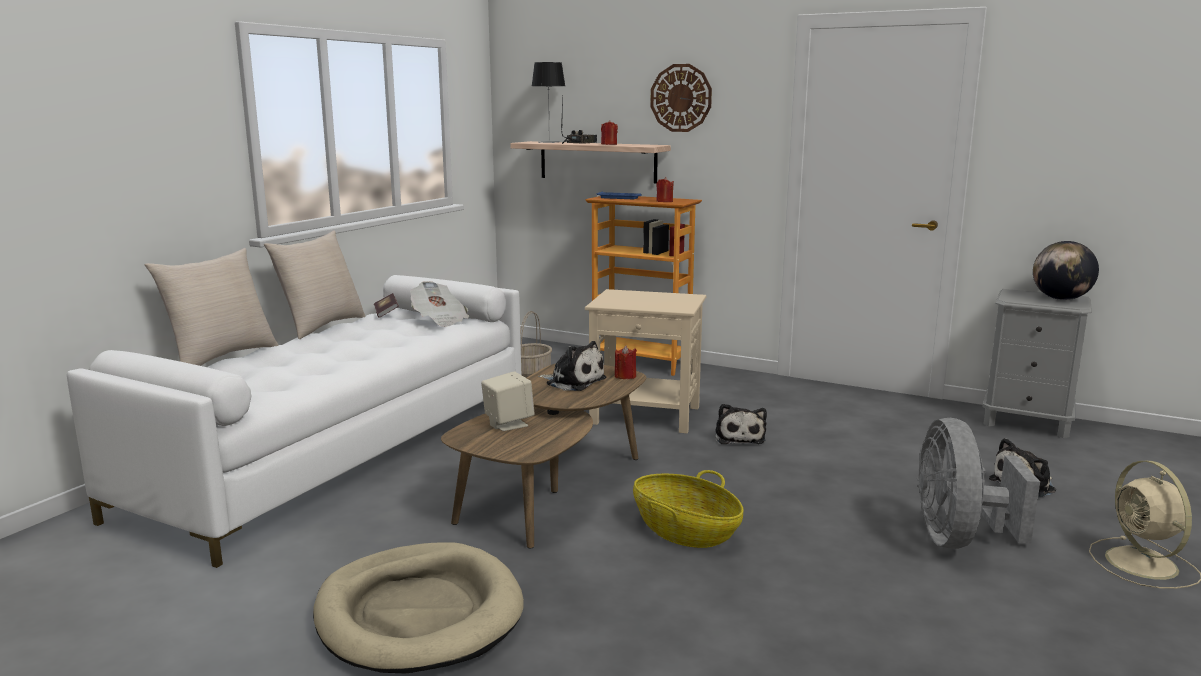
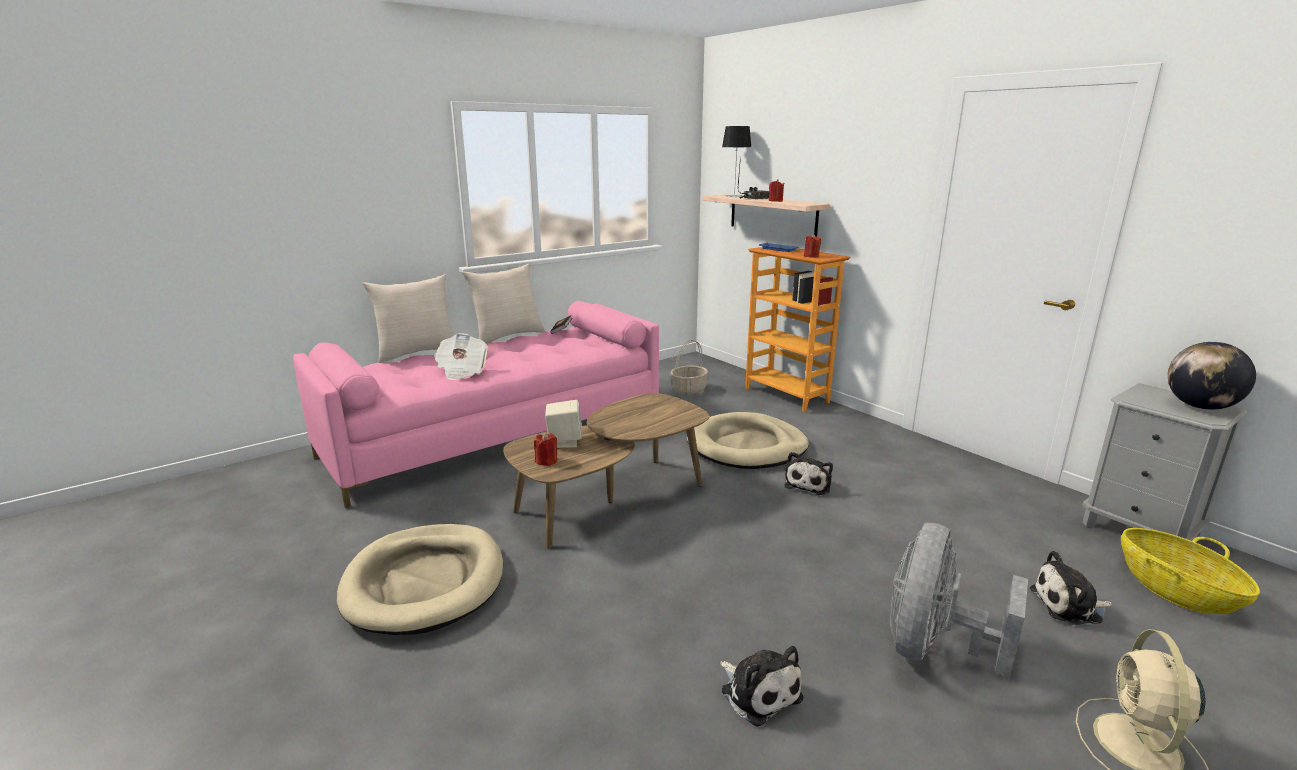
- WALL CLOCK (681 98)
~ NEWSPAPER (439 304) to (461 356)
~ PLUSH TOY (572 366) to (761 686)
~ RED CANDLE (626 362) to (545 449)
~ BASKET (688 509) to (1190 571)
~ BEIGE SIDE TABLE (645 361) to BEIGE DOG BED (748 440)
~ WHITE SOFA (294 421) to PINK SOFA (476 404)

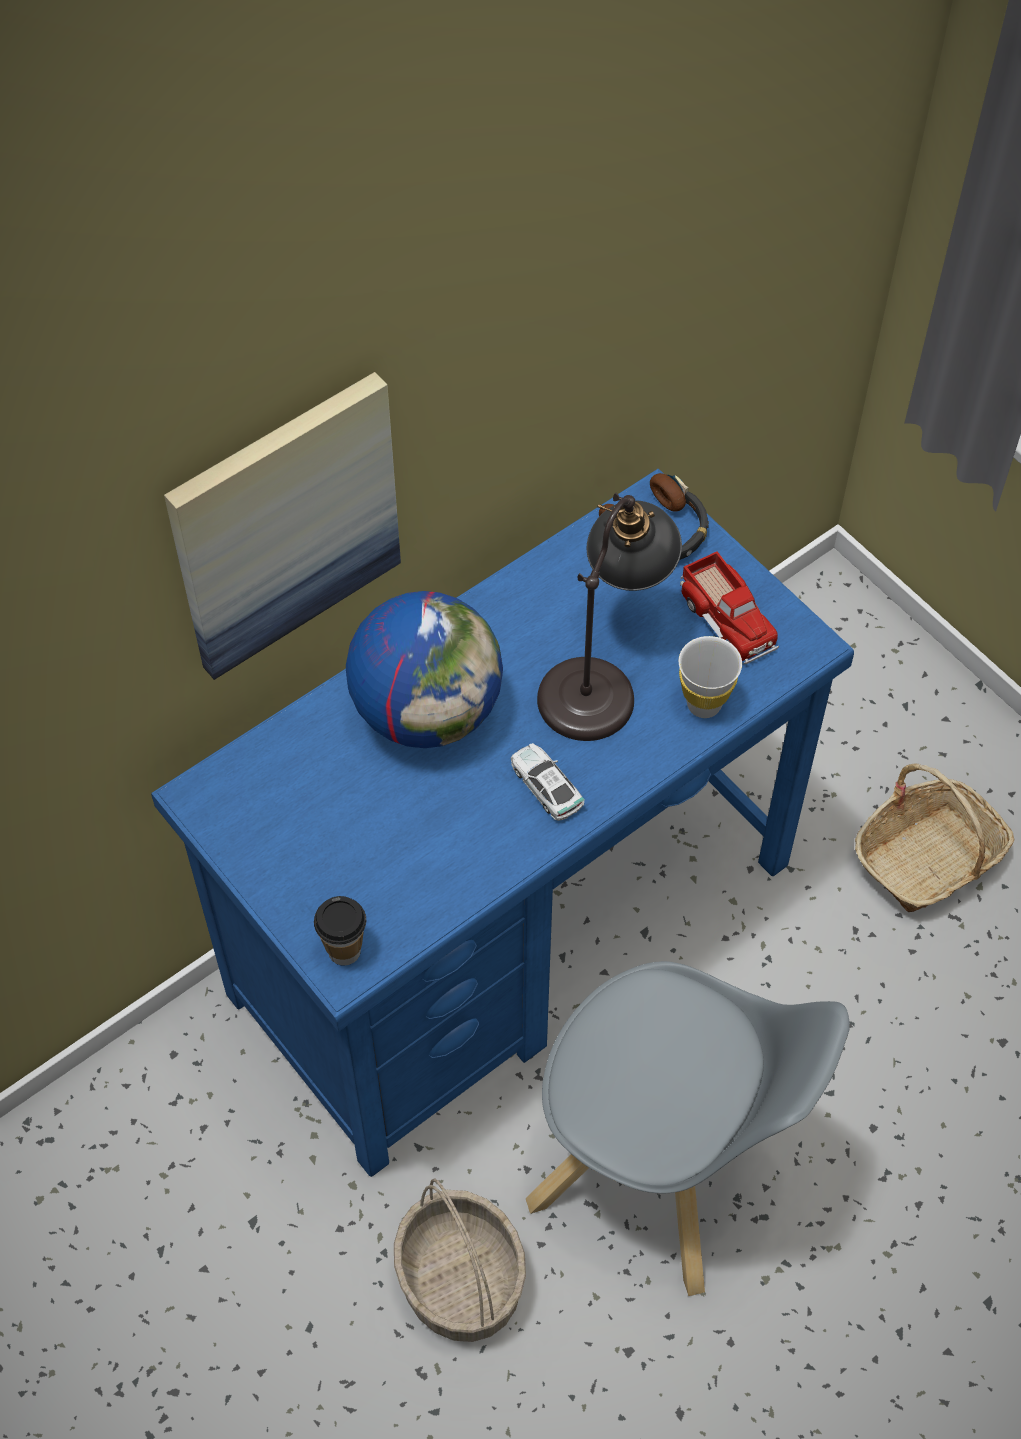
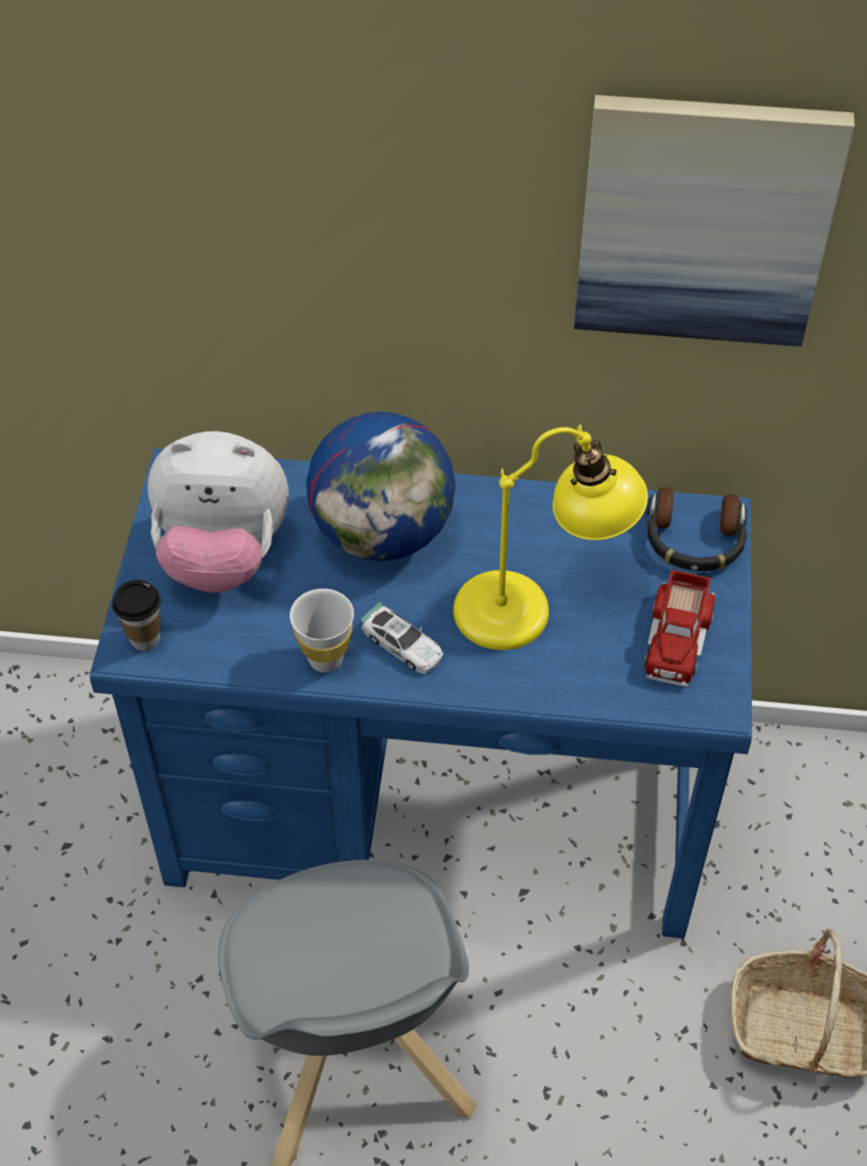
- BASKET (460 1260)
+ PLUSH TOY (218 512)
~ PICTURE (282 526) to (714 221)
~ WHITE CUP (710 677) to (322 631)
~ GREY TABLE LAMP (609 617) to YELLOW TABLE LAMP (550 537)
~ TOY CAR (548 782) = (402 638) 120 degrees clockwise

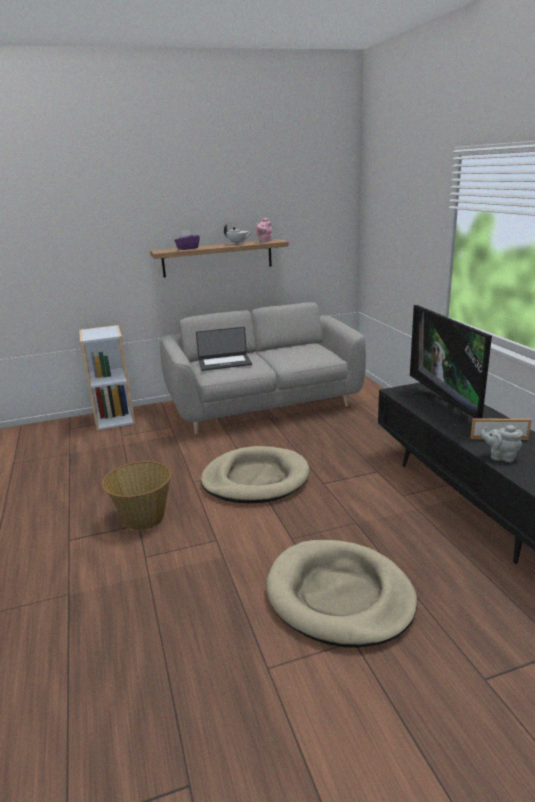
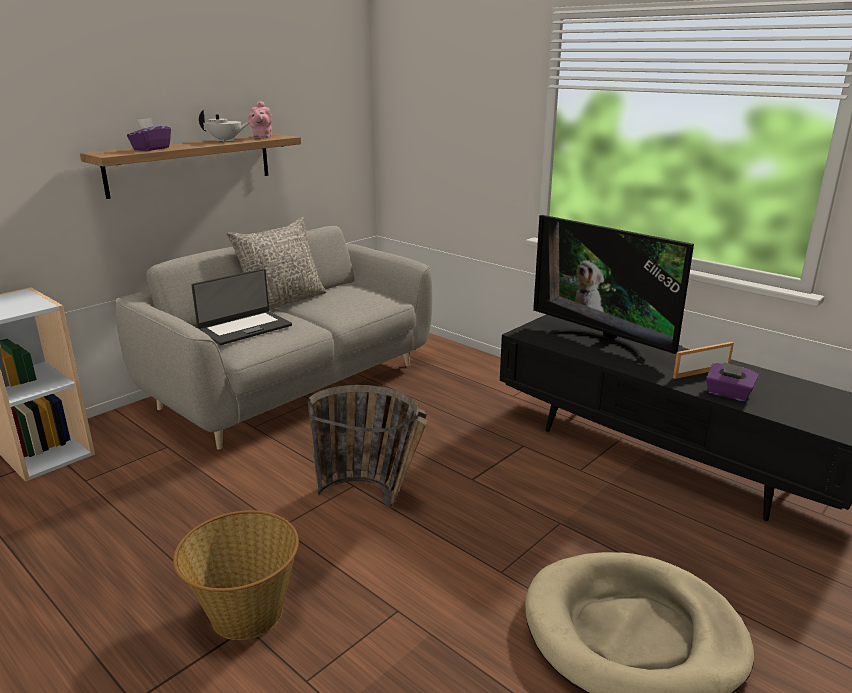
+ GREY PILLOW (277 263)
~ BEIGE DOG BED (255 474) to BASKET (367 447)
~ GREY TEAPOT (501 443) to PURPLE TISSUE BOX (732 382)

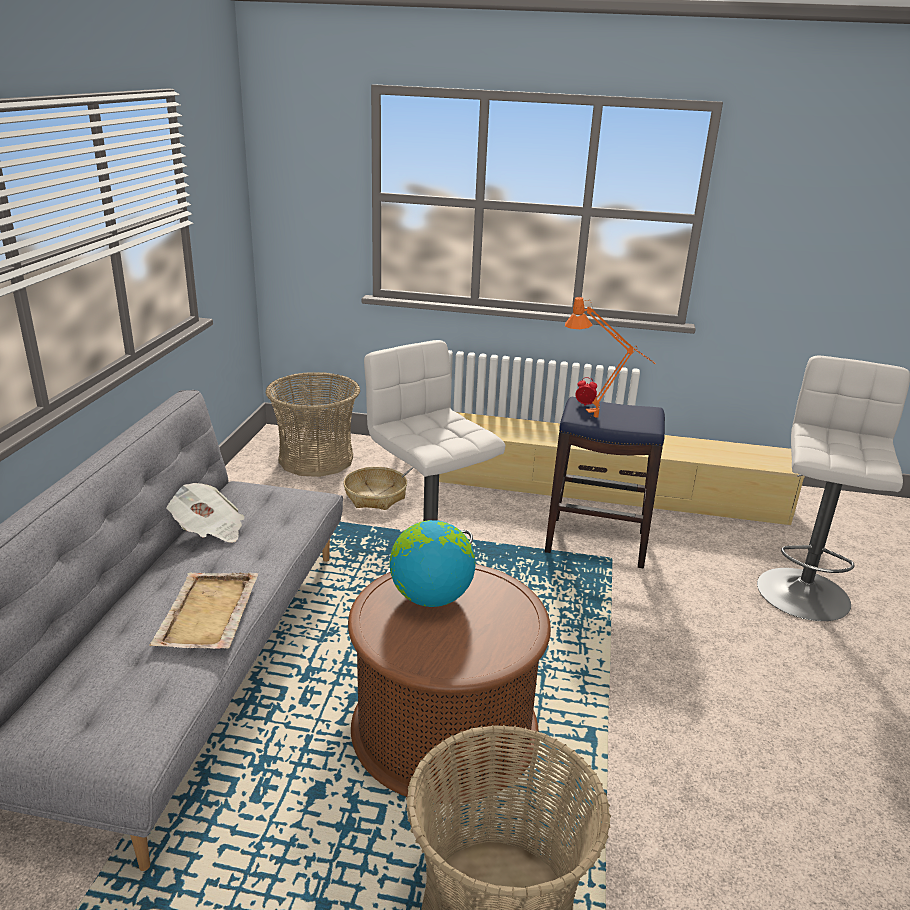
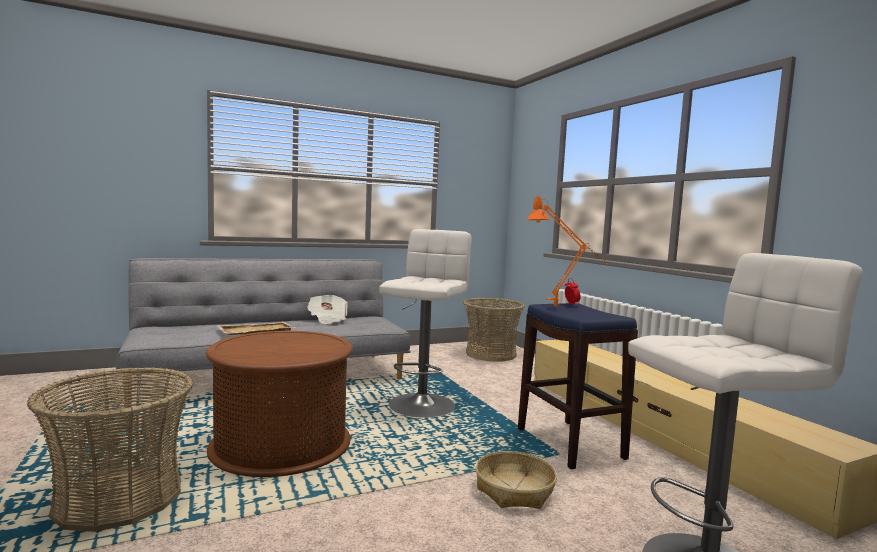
- GLOBE (432 563)
~ BASKET (375 488) to (516 480)

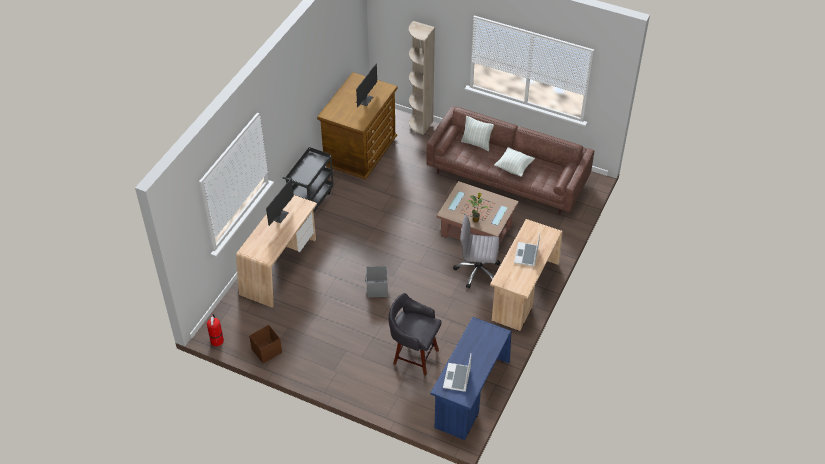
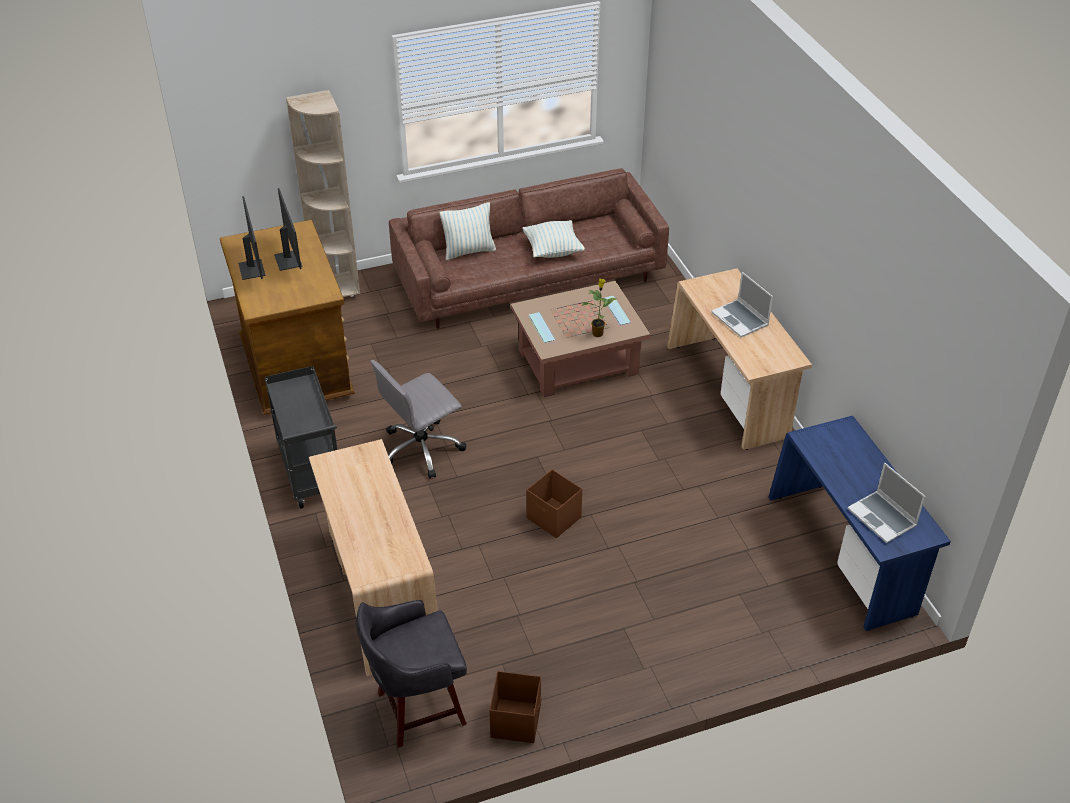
- FIRE EXTINGUISHER (215 329)
~ MONITOR (280 202) to (252 238)
~ GREY STOOL (414 334) to (411 674)
~ GREY OFFICE CHAIR (476 251) to (418 419)
~ GREY STORAGE BOX (376 282) to BROWN STORAGE BOX (554 503)

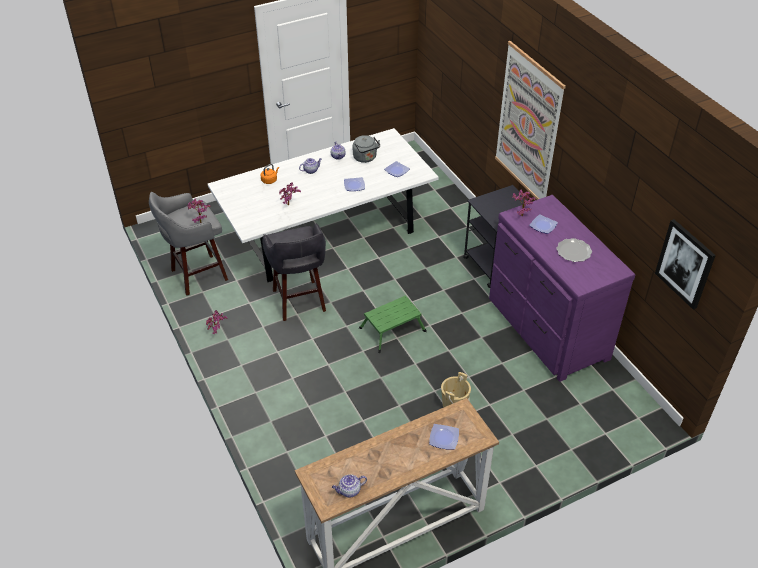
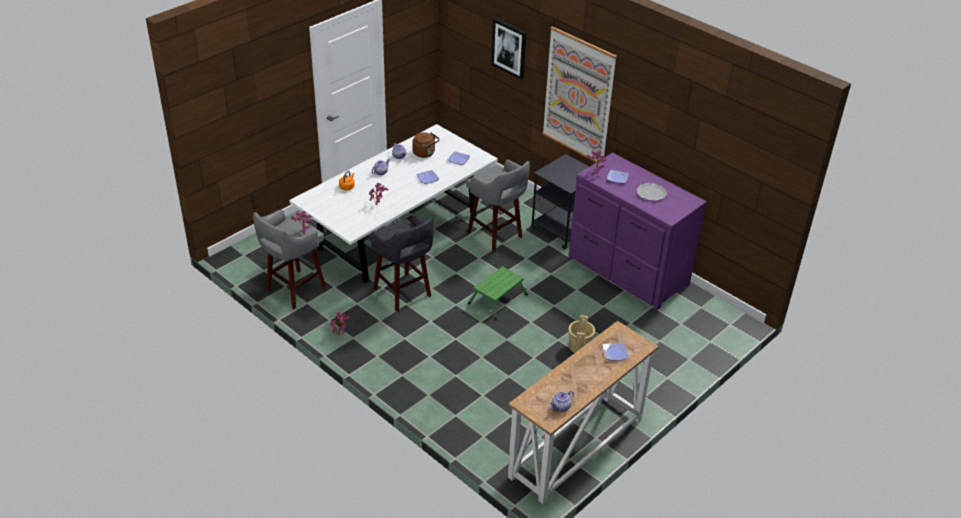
+ GREY STOOL (498 206)
~ PICTURE (685 264) to (509 49)
~ GREY KETTLE (366 149) to BROWN KETTLE (426 145)

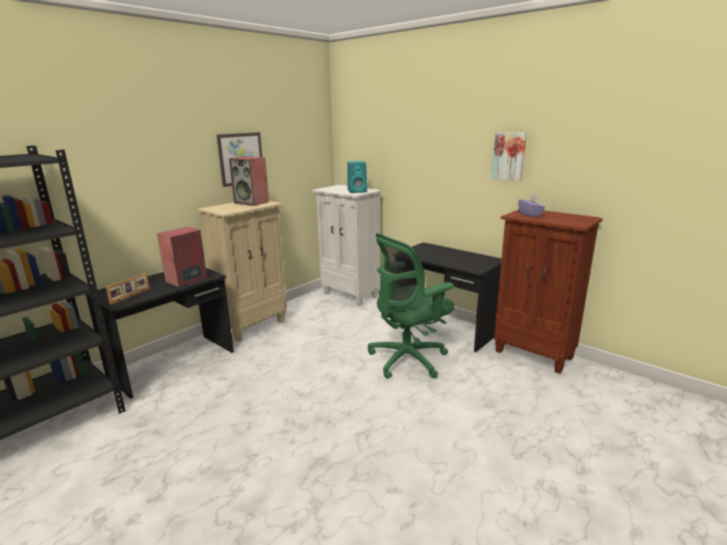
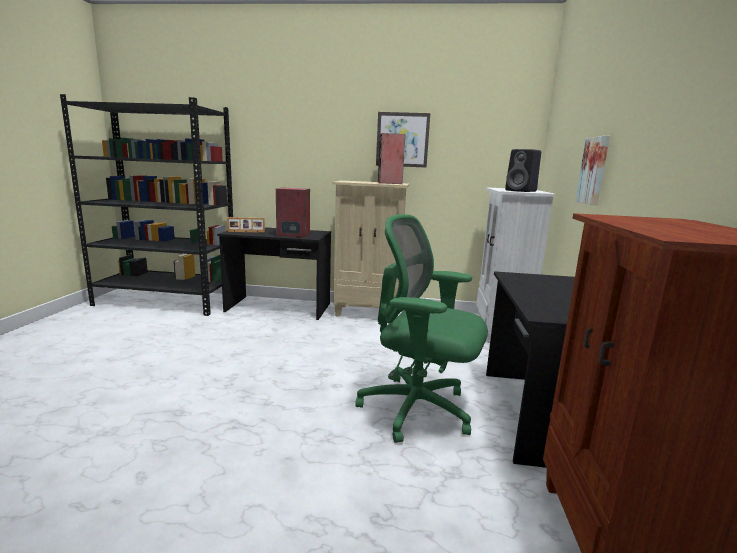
- PURPLE TISSUE BOX (531 206)
~ PICTURE (509 156) to (592 170)
~ TURQUOISE SPEAKER (357 177) to BLACK SPEAKER (523 170)

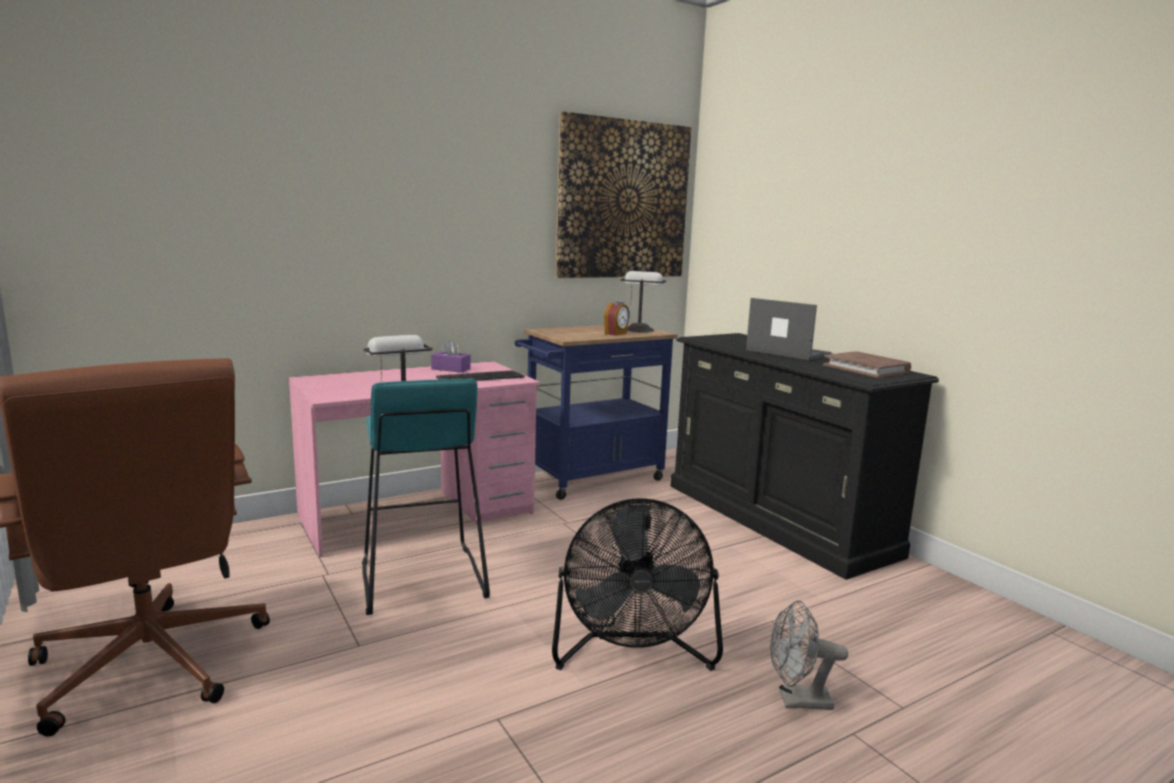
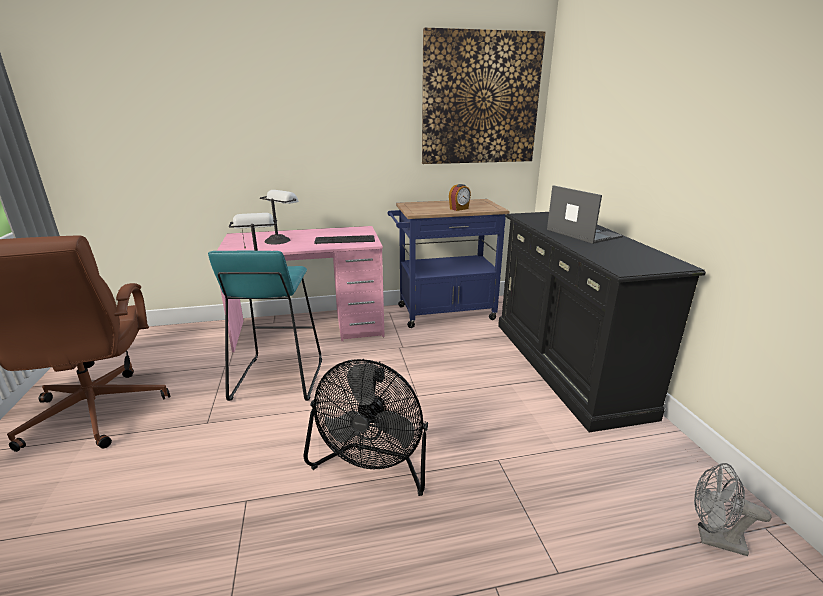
- PURPLE TISSUE BOX (451 356)
- BROWN BOOK (867 364)
~ TABLE LAMP (643 302) to (279 217)
~ GREY FAN (809 655) to (733 509)

